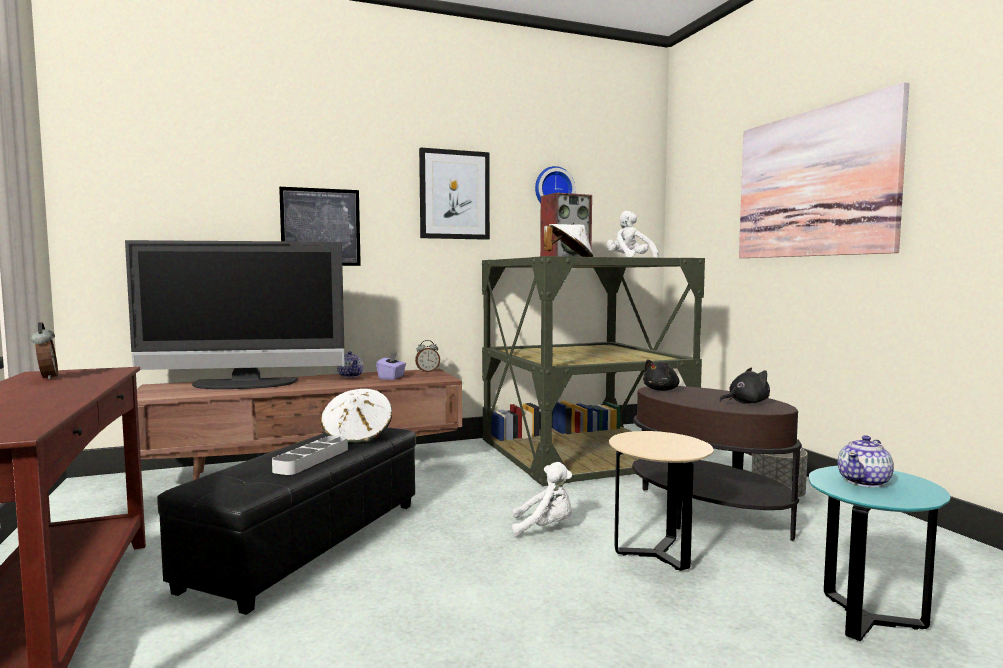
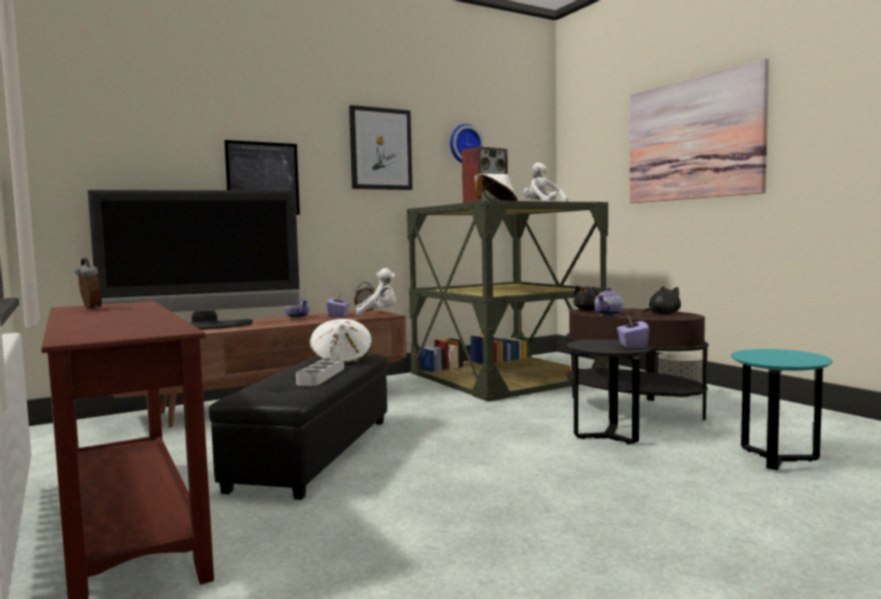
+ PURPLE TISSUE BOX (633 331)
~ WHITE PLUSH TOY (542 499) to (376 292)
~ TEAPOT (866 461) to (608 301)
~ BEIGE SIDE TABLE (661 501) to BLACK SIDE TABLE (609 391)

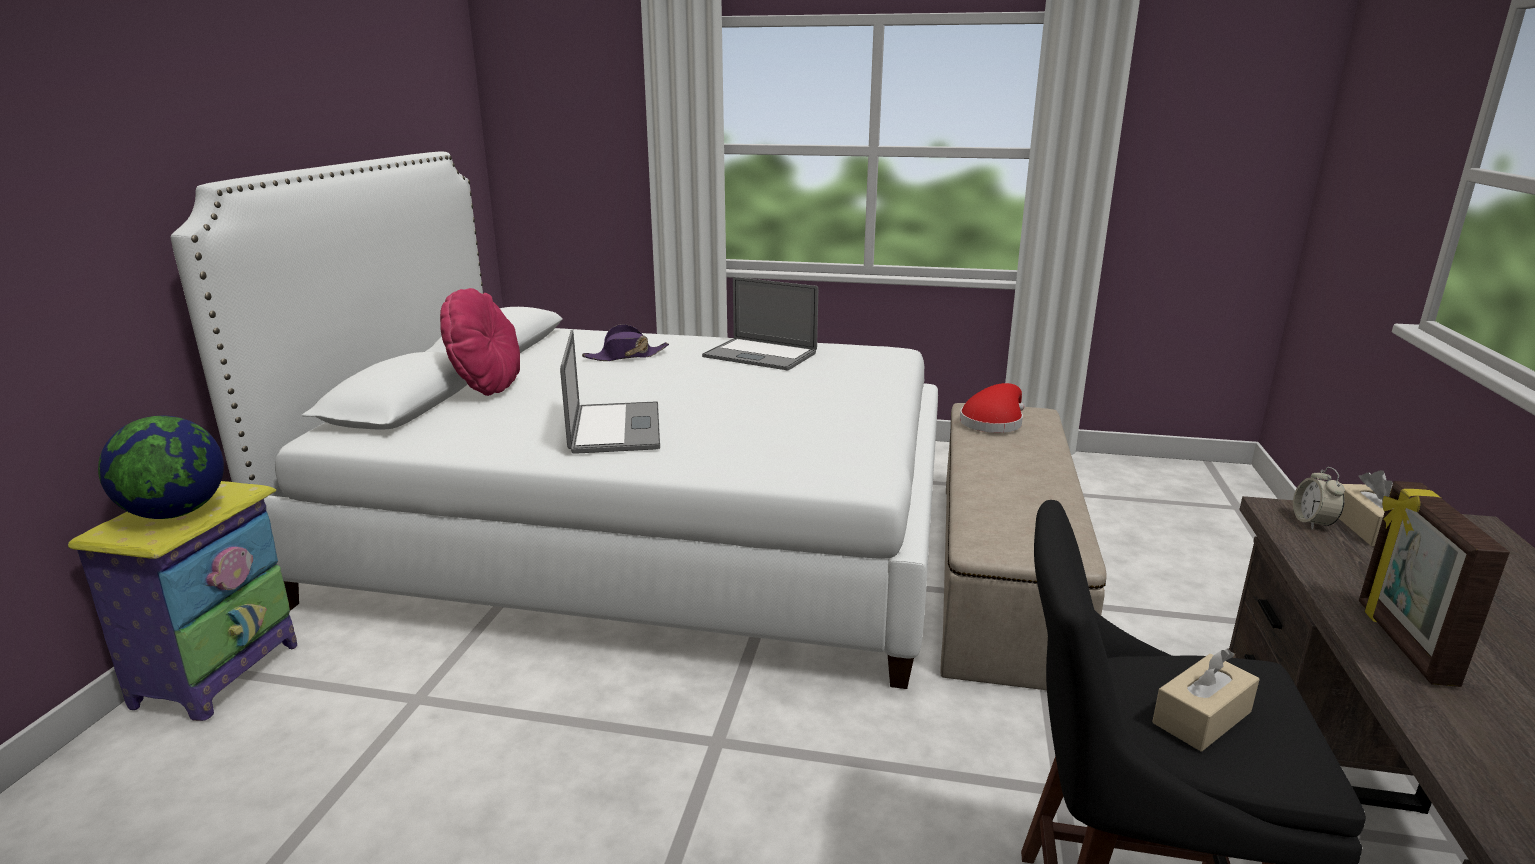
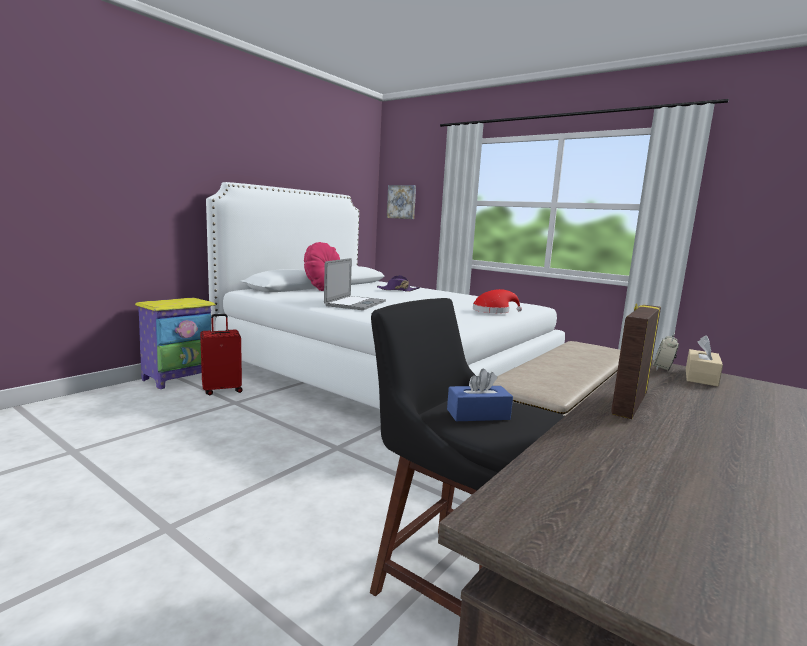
- GLOBE (161 467)
- LAPTOP (760 323)
+ RED SUITCASE (221 354)
+ PICTURE (401 202)
~ RED HAT (992 408) to (497 301)
~ BEIGE TISSUE BOX (1206 700) to BLUE TISSUE BOX (480 394)

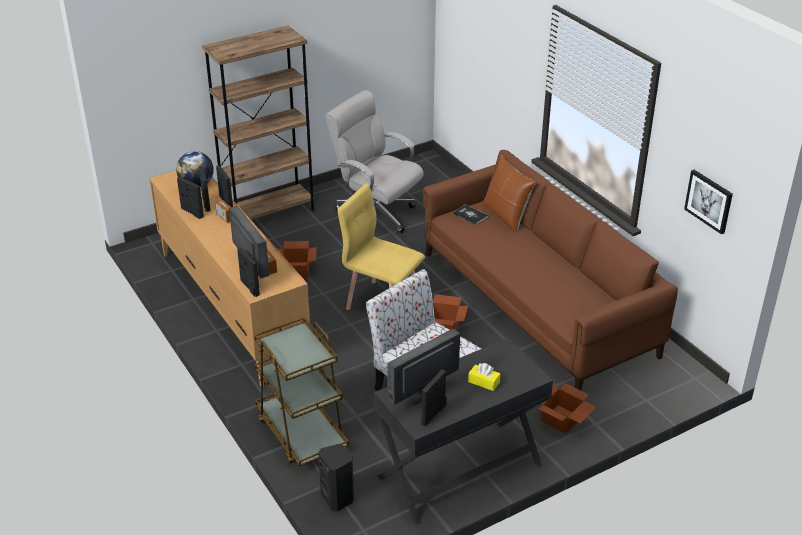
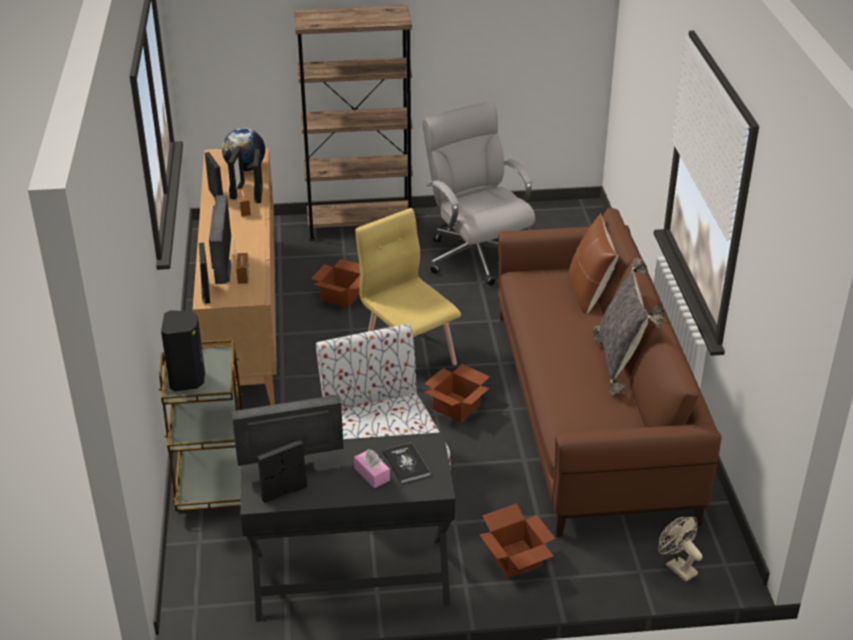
- PICTURE (708 202)
+ PILLOW (628 326)
+ BEIGE FAN (680 549)
~ BLACK SPEAKER (336 477) to (183 350)
~ BOOK (470 215) to (406 463)
~ YELLOW TISSUE BOX (484 377) to PINK TISSUE BOX (372 468)

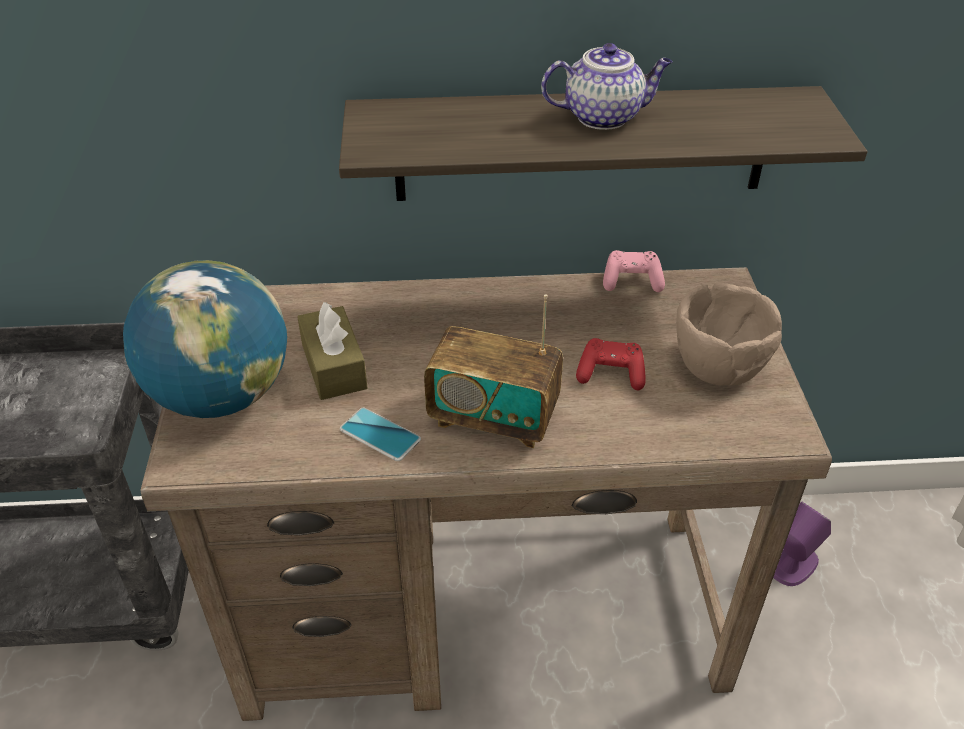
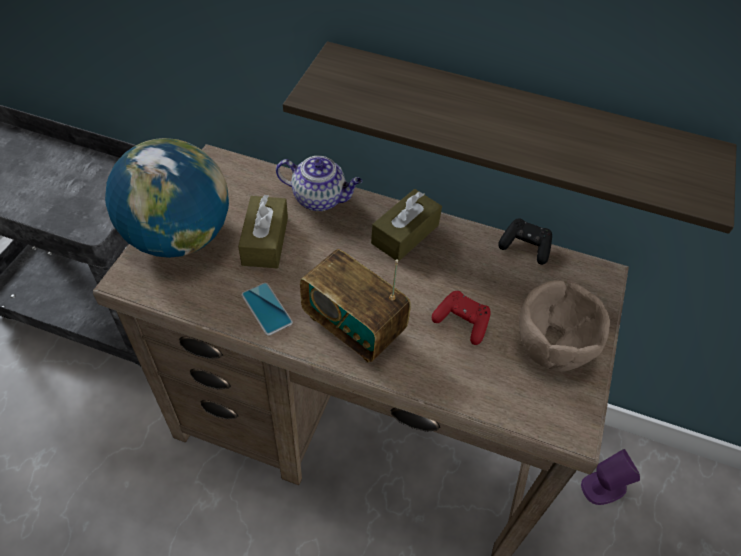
+ BROWN TISSUE BOX (406 225)
~ TEAPOT (607 86) to (319 183)
~ PINK GAME CONTROLLER (634 271) to BLACK GAME CONTROLLER (525 241)

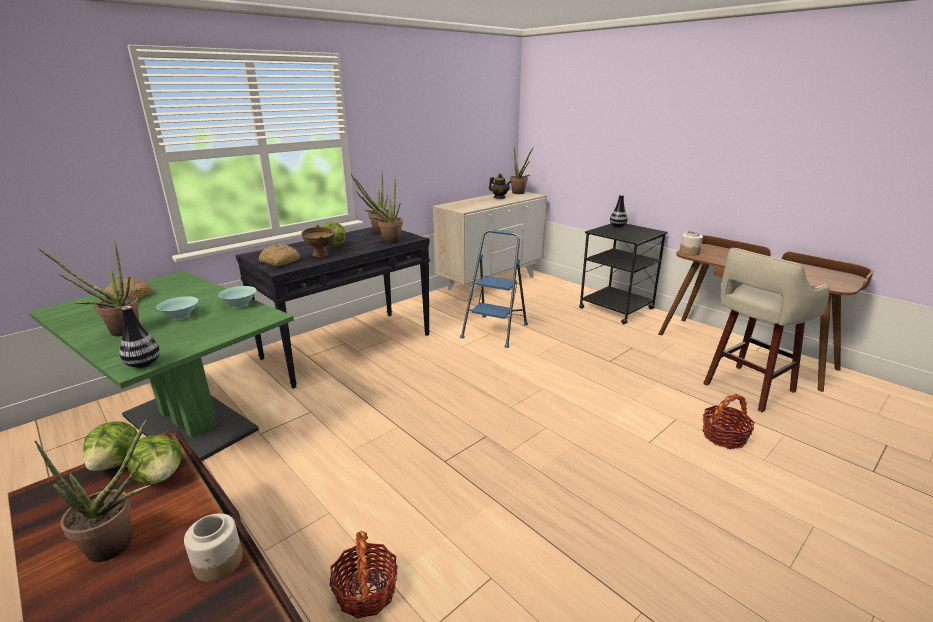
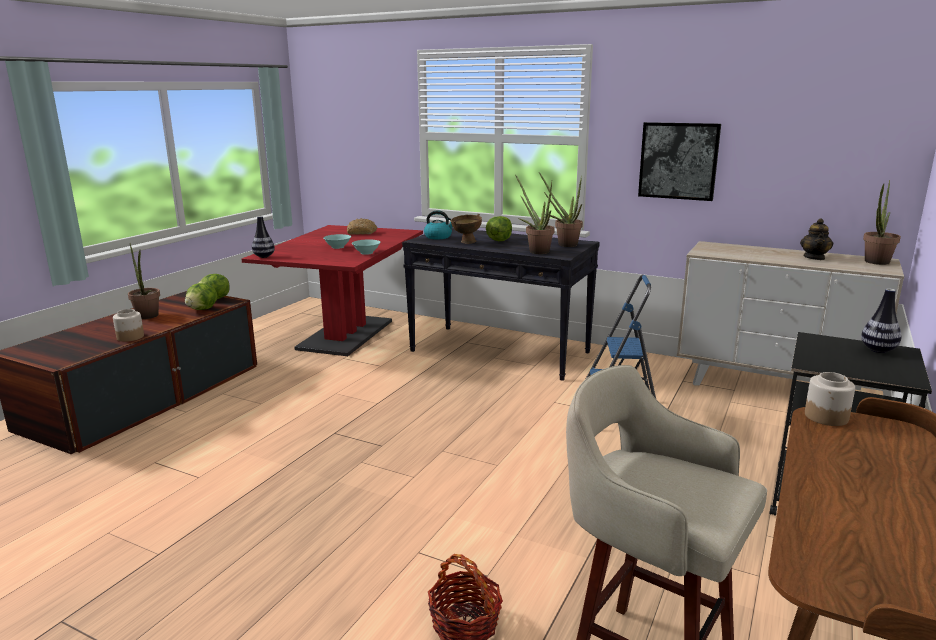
- POTTED PLANT (89 288)
- BASKET (363 575)
+ PICTURE (679 161)
~ BREAD (279 255) to KETTLE (438 224)
~ GREEN DINING TABLE (161 366) to RED DINING TABLE (332 290)

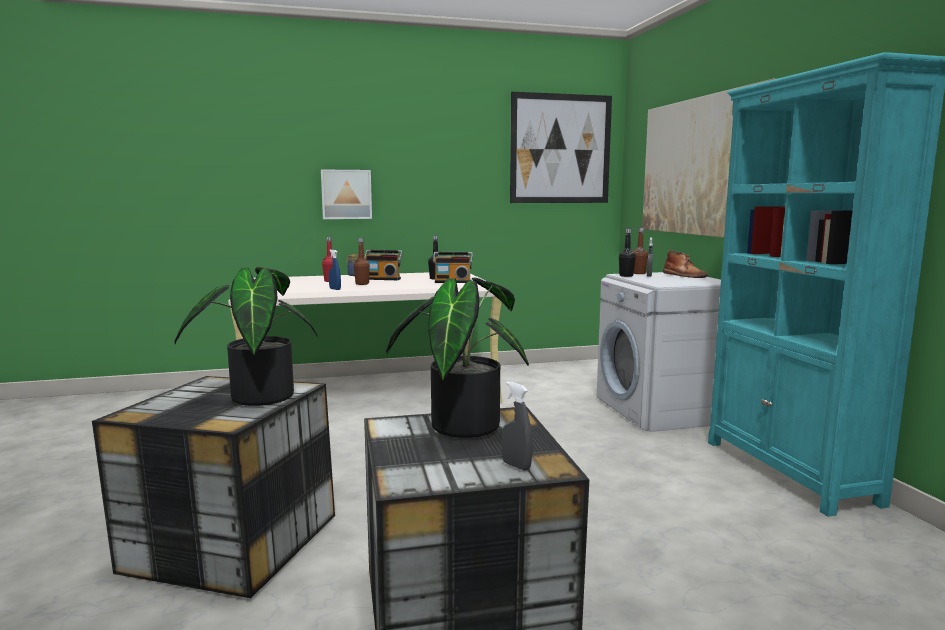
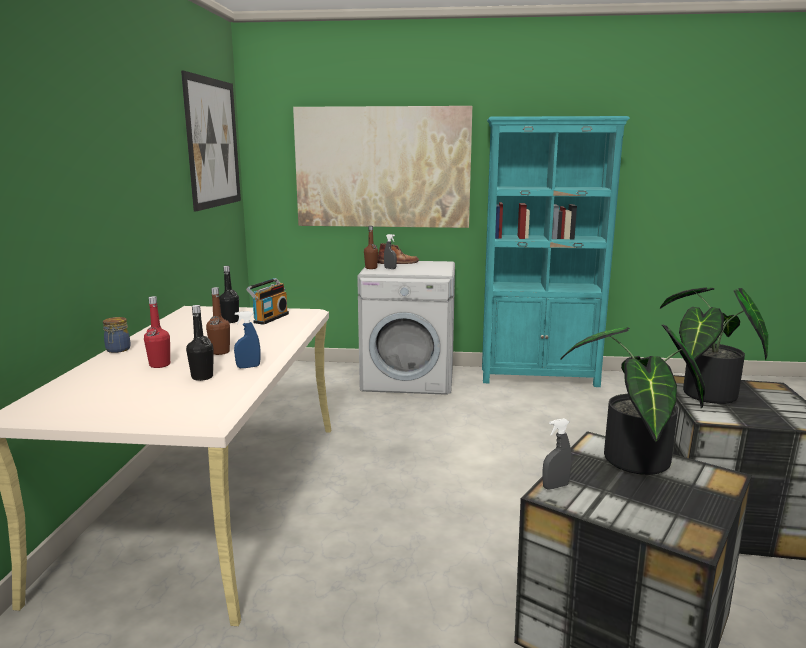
- PICTURE (346 194)
- RADIO (383 265)
~ GREY SPRAY BOTTLE (517 426) to (557 454)
~ BLACK BOTTLE (627 252) to (199 343)

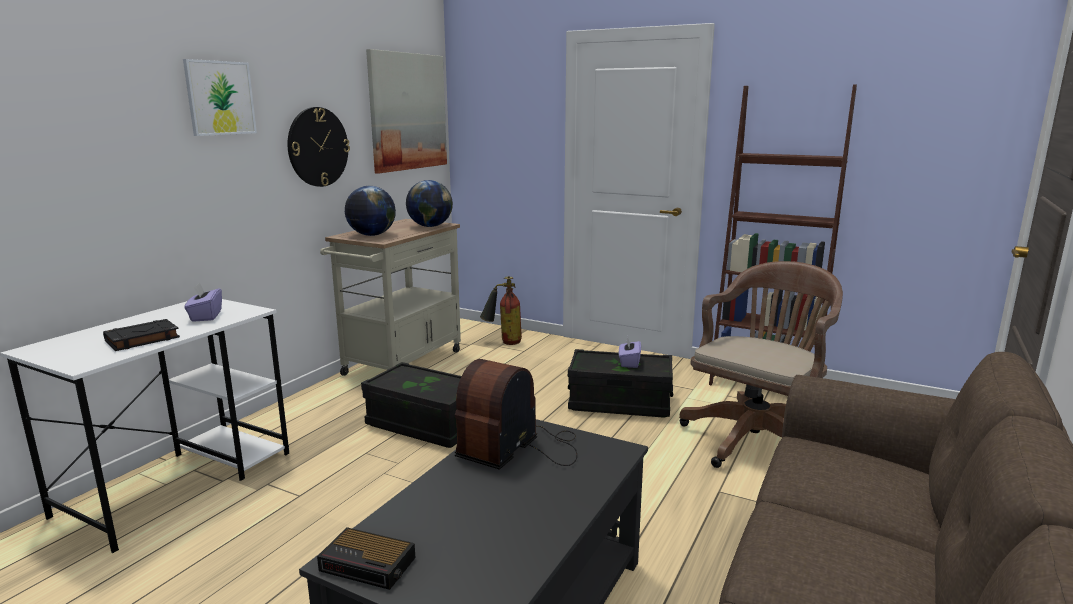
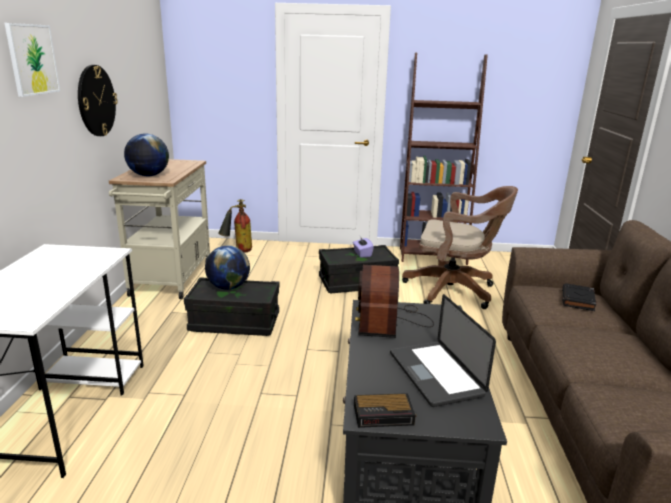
- PURPLE TISSUE BOX (203 302)
- PICTURE (406 111)
+ LAPTOP (443 350)
~ BLACK BOOK (141 335) to (579 297)
~ GLOBE (429 203) to (227 267)
~ BROWN OFFICE CHAIR (761 364) = (460 247) 90 degrees clockwise

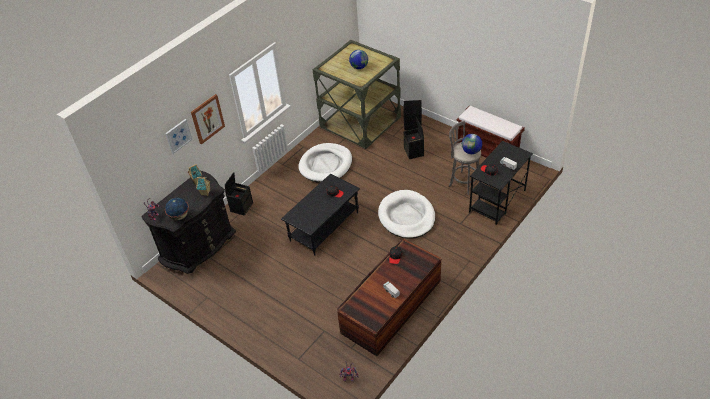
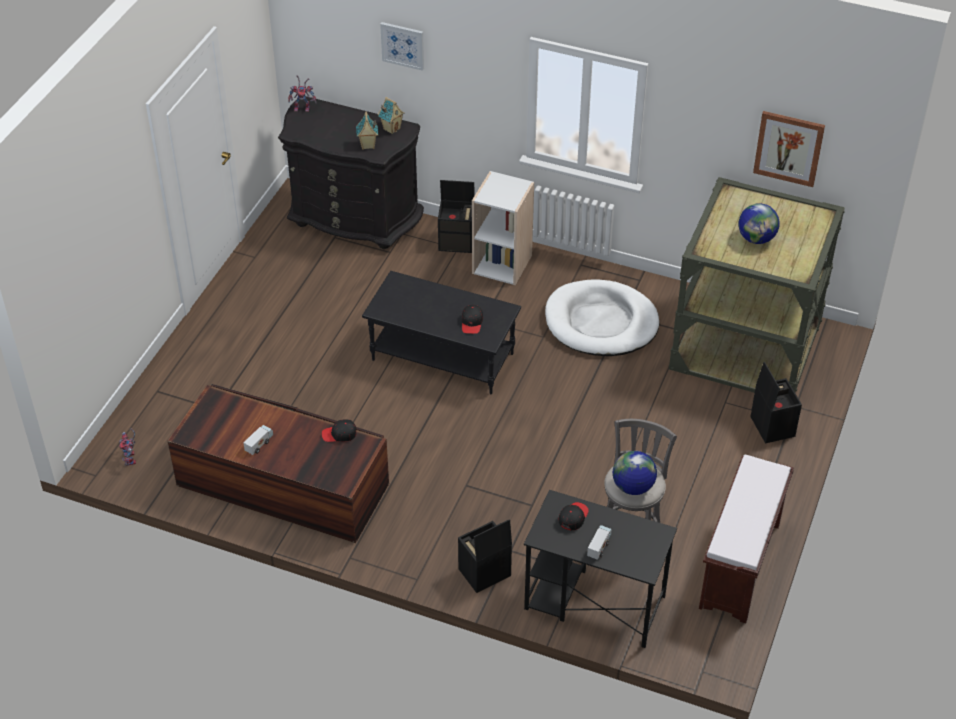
- GLOBE (177 209)
- WHITE DOG BED (406 214)
+ BOOKCASE (503 228)
~ PICTURE (208 119) to (789 149)
~ BLACK STORAGE BOX (414 138) to (485 556)

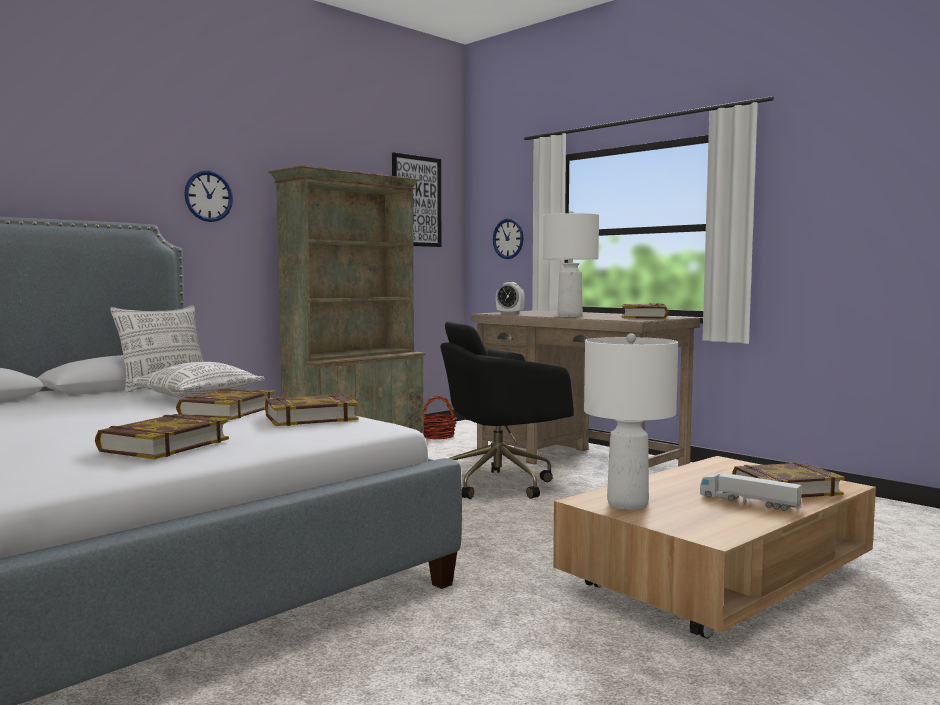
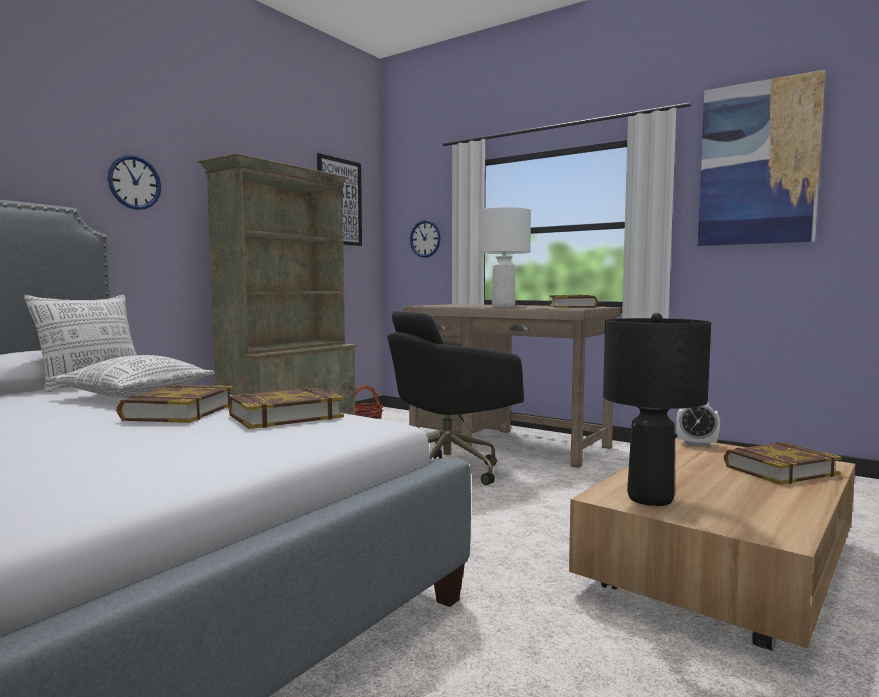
- BOOK (162 437)
- TOY TRUCK (751 492)
+ PICTURE (761 157)
~ ALARM CLOCK (510 298) to (698 424)
~ WHITE TABLE LAMP (631 421) to BLACK TABLE LAMP (657 409)

